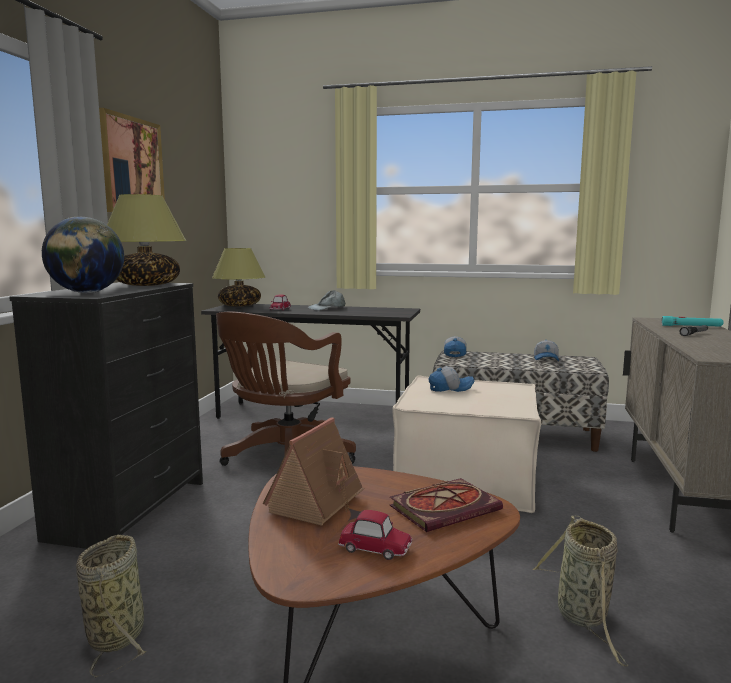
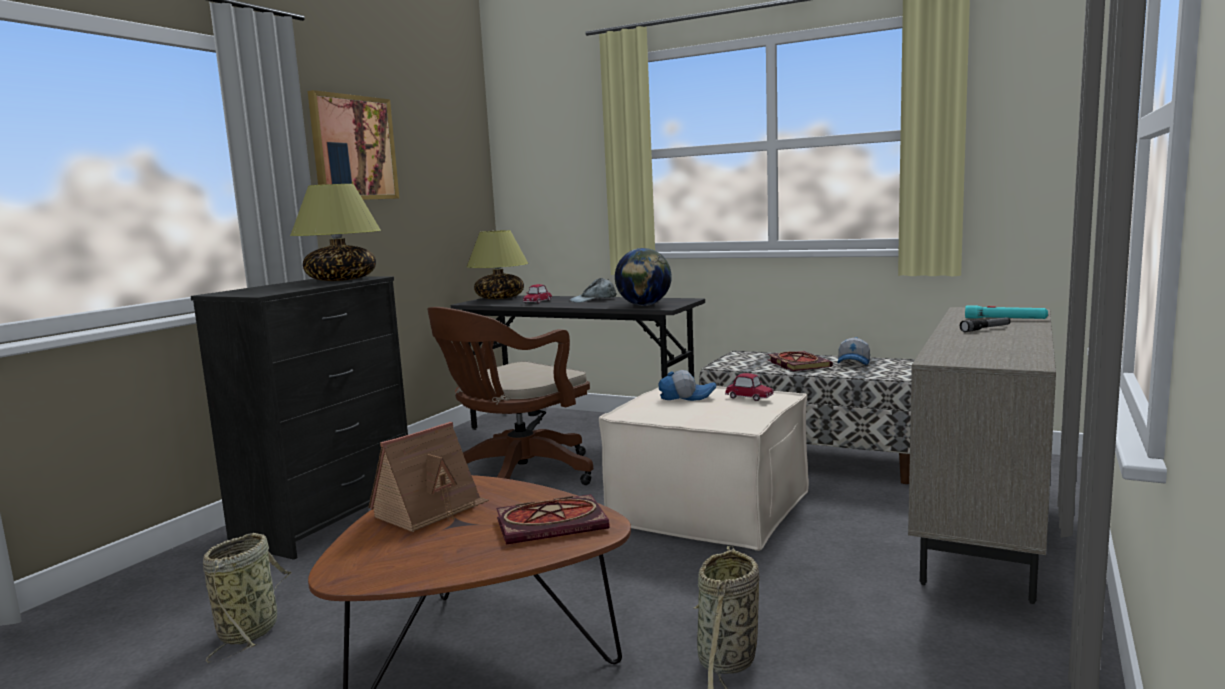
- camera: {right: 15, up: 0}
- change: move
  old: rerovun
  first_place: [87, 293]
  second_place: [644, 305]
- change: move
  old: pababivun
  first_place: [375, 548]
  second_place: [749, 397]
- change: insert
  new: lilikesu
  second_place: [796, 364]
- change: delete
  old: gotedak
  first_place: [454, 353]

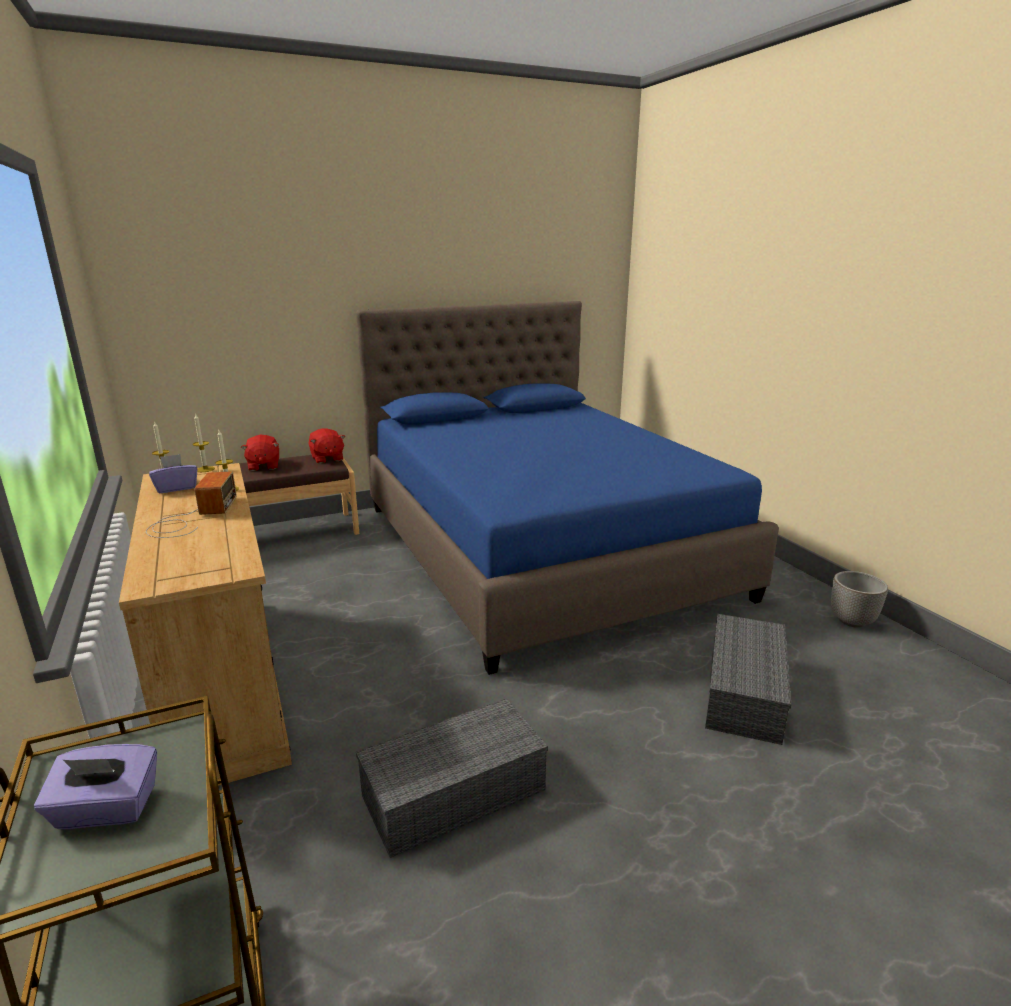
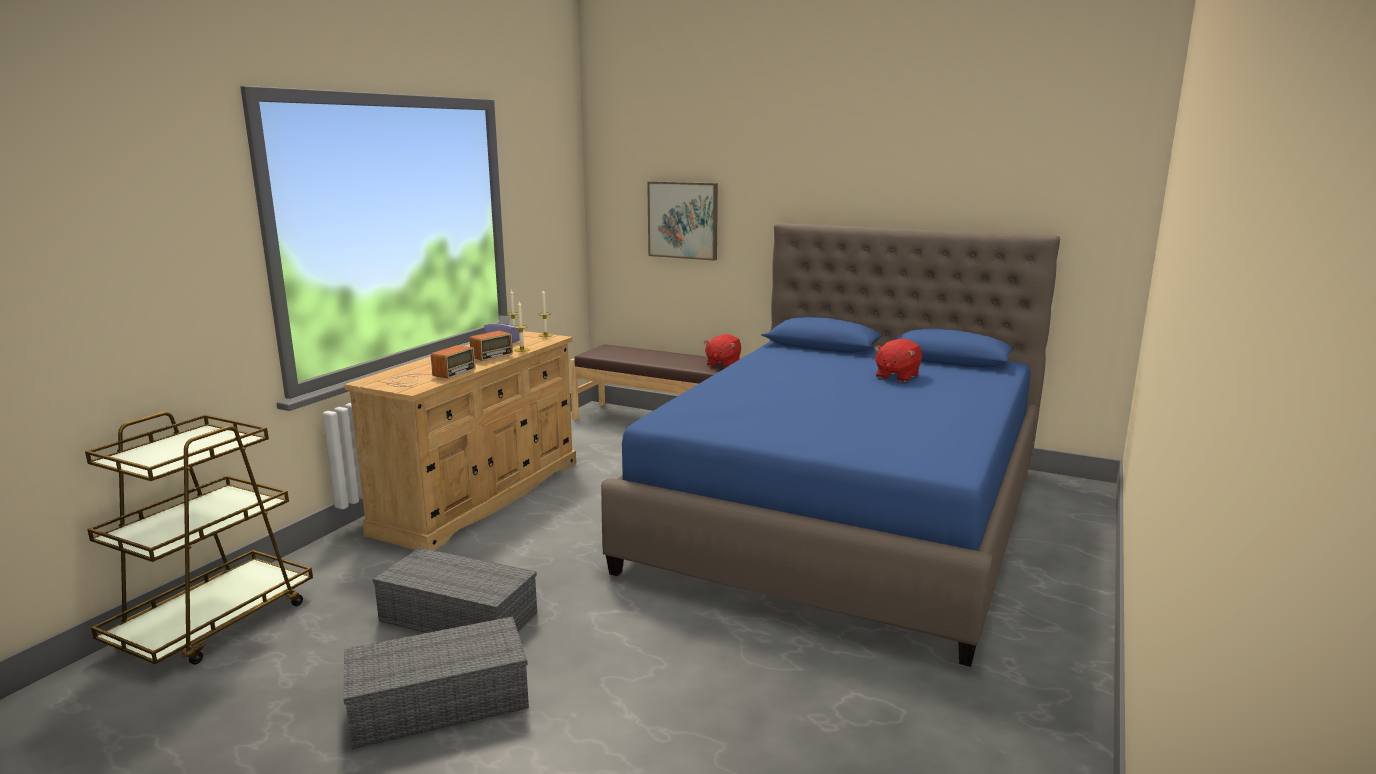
- camera: {right: 50, up: -5}
- change: move
  old: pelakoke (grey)
  first_place: [742, 690]
  second_place: [441, 700]
- change: insert
  new: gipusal
  second_place: [427, 377]
- change: insert
  new: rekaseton
  second_place: [683, 220]
- change: move
  old: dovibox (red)
  first_place: [263, 466]
  second_place: [896, 376]
- change: delete
  old: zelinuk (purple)
  first_place: [106, 810]
- change: delete
  old: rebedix
  first_place: [852, 621]

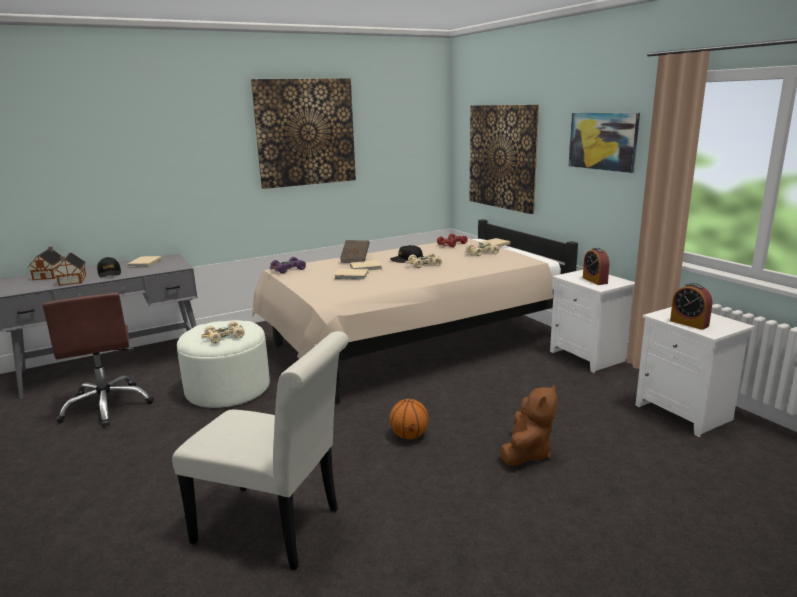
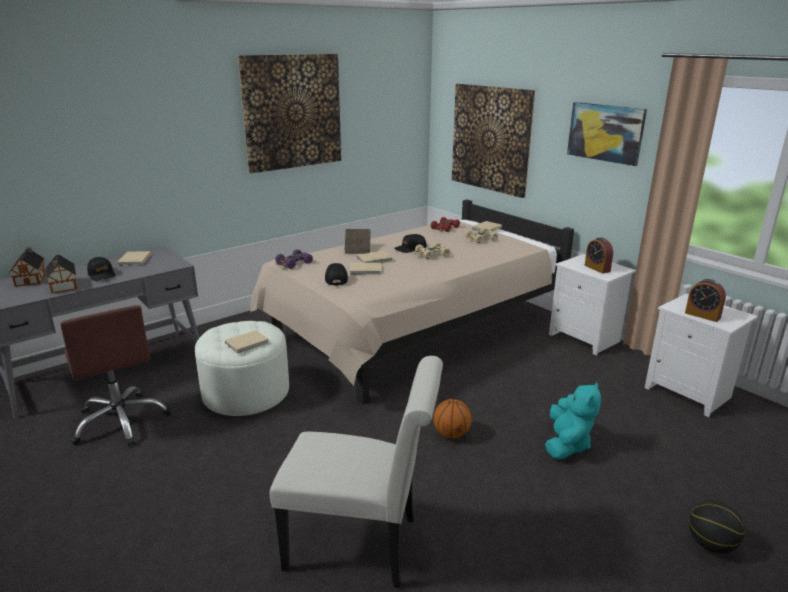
- camera: {right: -10, up: 5}
- change: replace
  old: pababivun (beige)
  new: lilikesu (beige)
  first_place: [224, 337]
  second_place: [248, 343]
- change: insert
  new: gotedak (black)
  second_place: [336, 279]
- change: recolor
  old: dovibox (brown)
  new: dovibox (turquoise)
  first_place: [527, 453]
  second_place: [567, 444]
- change: insert
  new: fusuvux
  second_place: [711, 545]

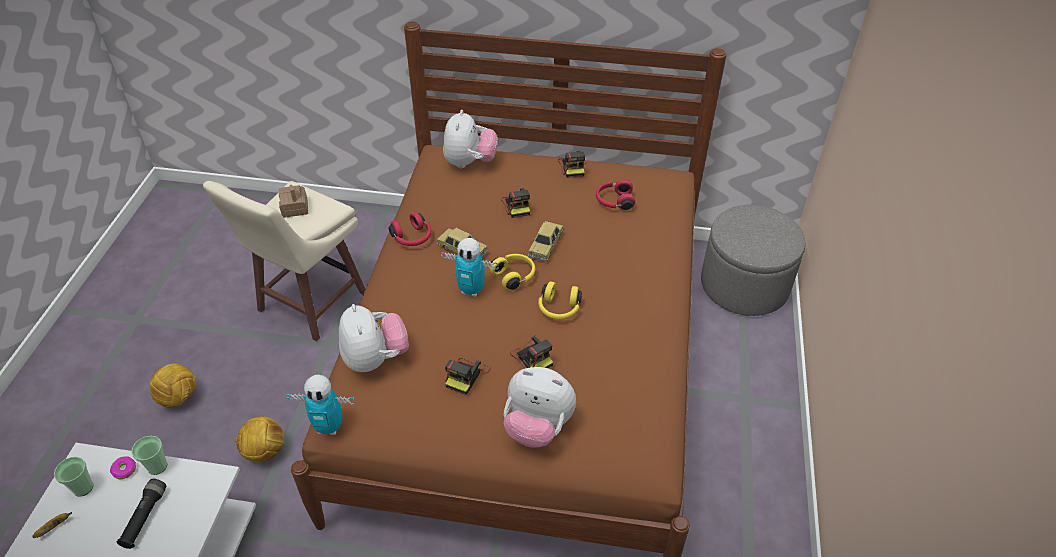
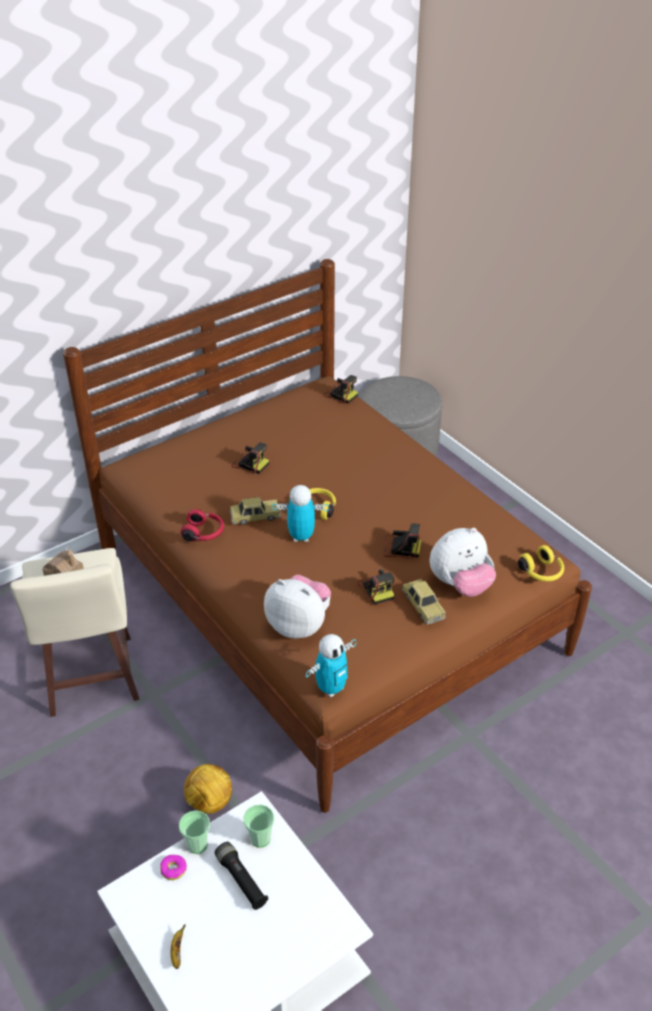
- camera: {right: -45, up: -5}
- change: move
  old: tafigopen
  first_place: [83, 488]
  second_place: [260, 838]
- change: rotate
  old: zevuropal
  first_place: [471, 290]
  second_place: [301, 537]
  degrees: -150
- change: move
  old: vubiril
  first_place: [573, 167]
  second_place: [340, 394]
- change: move
  old: pababivun
  first_place: [545, 245]
  second_place: [423, 605]
- change: move
  old: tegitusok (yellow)
  first_place: [558, 309]
  second_place: [541, 572]
- change: delete
  old: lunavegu
  first_place: [179, 397]
- change: delete
  old: dovibox
  first_place: [469, 162]
- change: delete
  old: tegitusok (red)
  first_place: [614, 201]

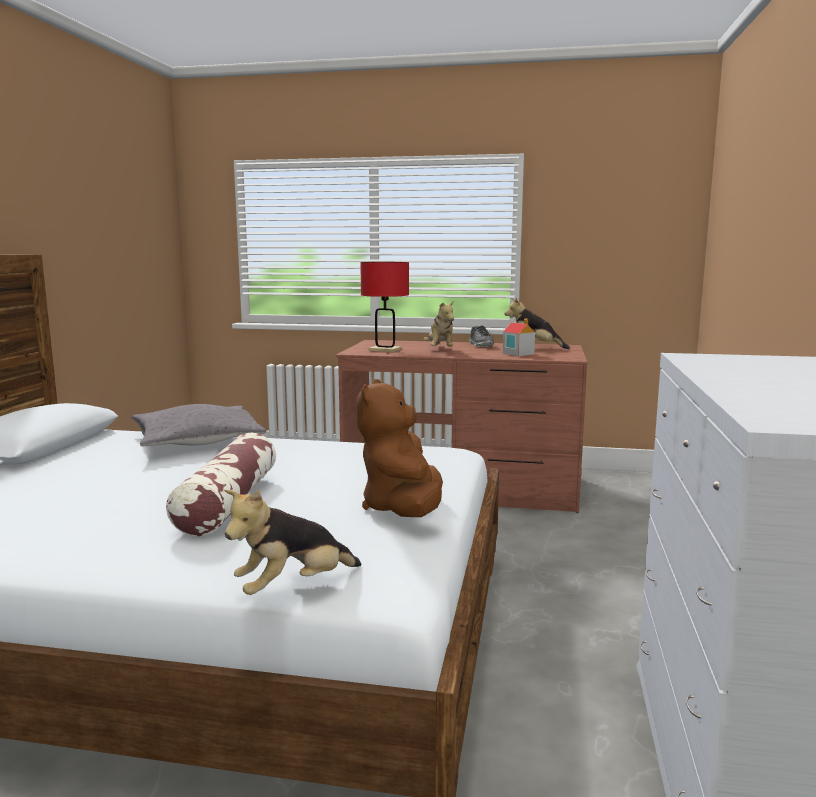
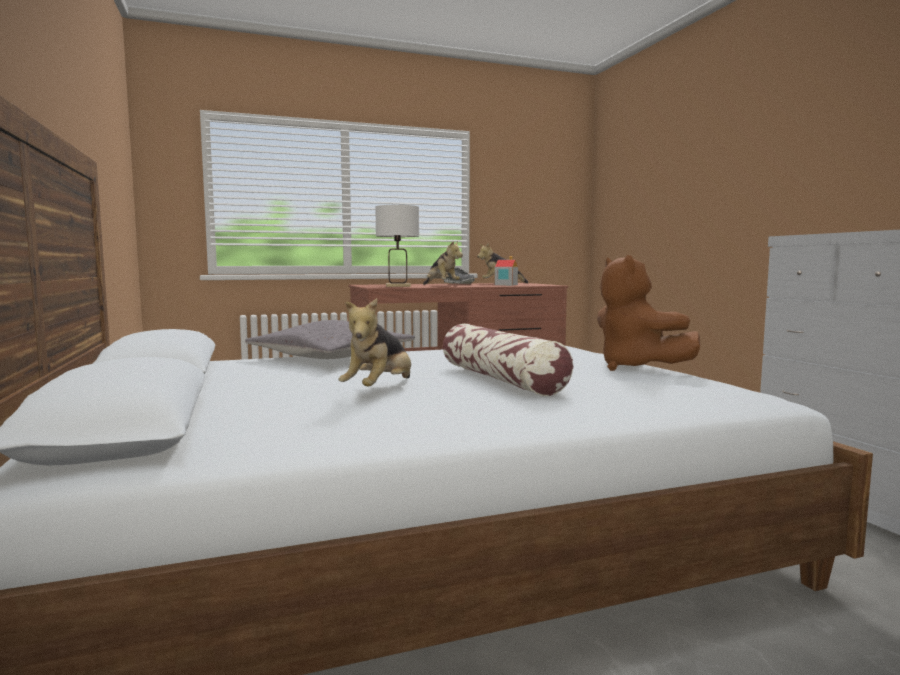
- camera: {right: -30, up: -5}
- change: move
  old: dovibox
  first_place: [293, 587]
  second_place: [379, 389]
- change: recolor
  old: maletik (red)
  new: maletik (white)
  first_place: [385, 350]
  second_place: [398, 286]

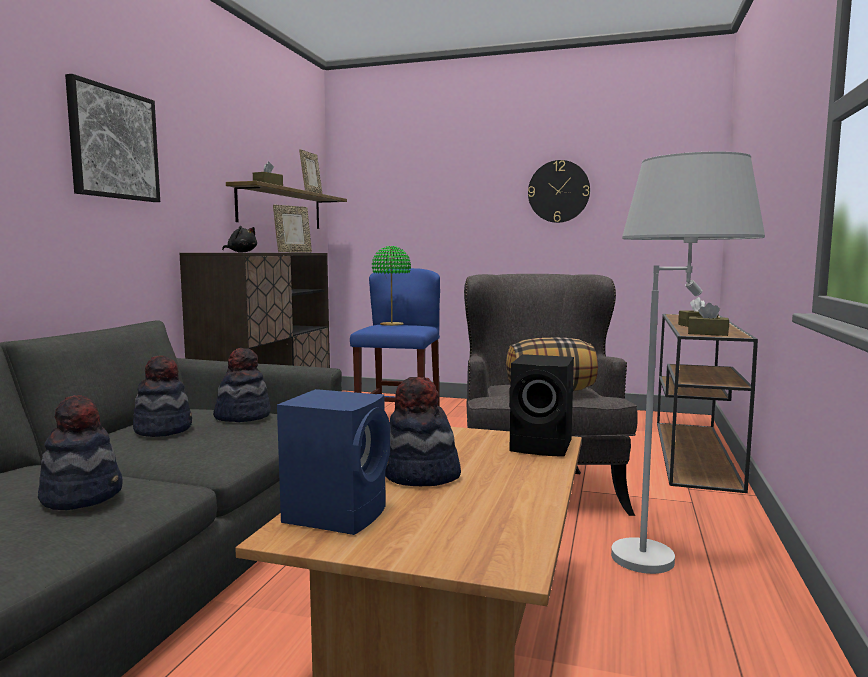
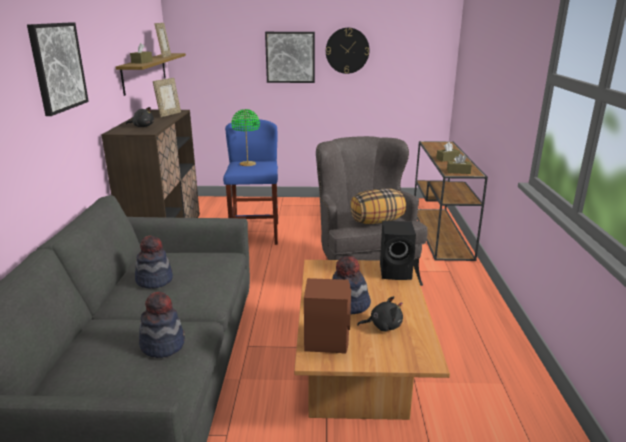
- camera: {right: -15, up: 15}
- change: insert
  new: rekaseton
  second_place: [290, 57]
- change: recolor
  old: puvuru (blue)
  new: puvuru (brown)
  first_place: [338, 514]
  second_place: [327, 340]
- change: insert
  new: dovibox (black)
  second_place: [383, 326]
- change: delete
  old: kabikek
  first_place: [243, 416]
- change: delete
  old: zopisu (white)
  first_place: [673, 555]

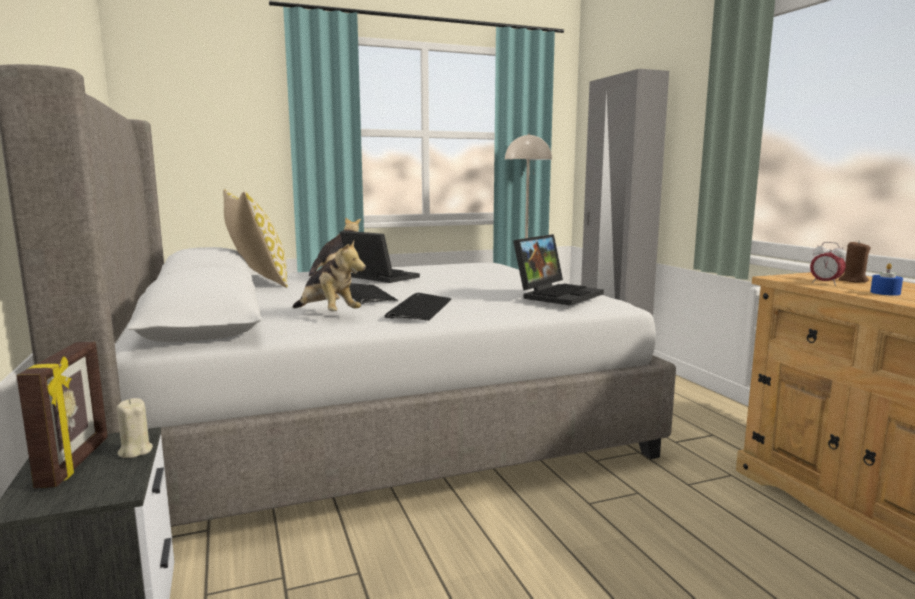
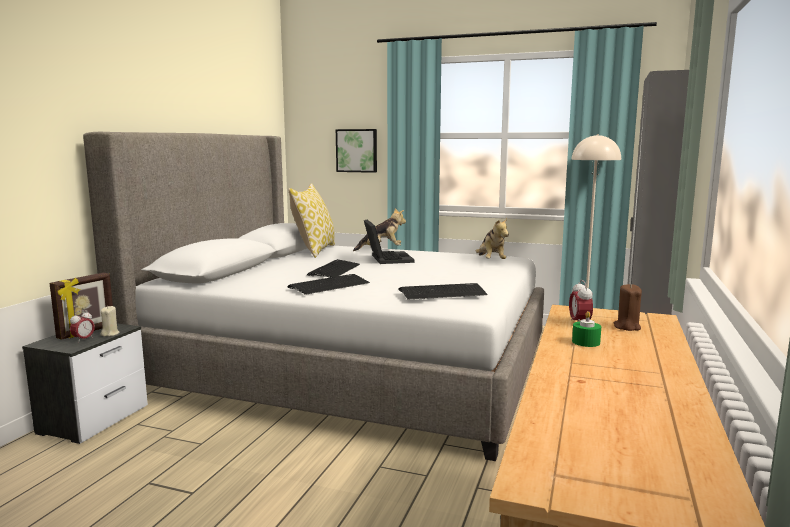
- camera: {right: 40, up: 0}
- change: insert
  new: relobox
  second_place: [83, 340]
- change: insert
  new: rekaseton
  second_place: [357, 150]
- change: replace
  old: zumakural
  new: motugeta
  first_place: [557, 295]
  second_place: [443, 293]
- change: move
  old: dovibox
  first_place: [327, 315]
  second_place: [491, 261]
- change: recolor
  old: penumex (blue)
  new: penumex (green)
  first_place: [885, 293]
  second_place: [586, 342]

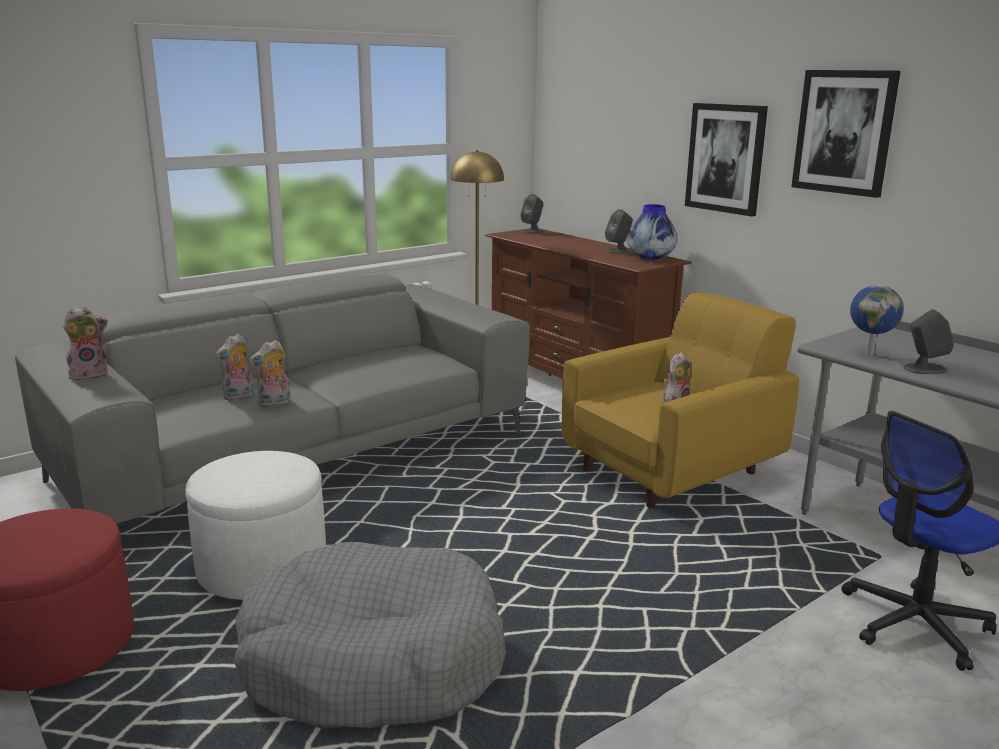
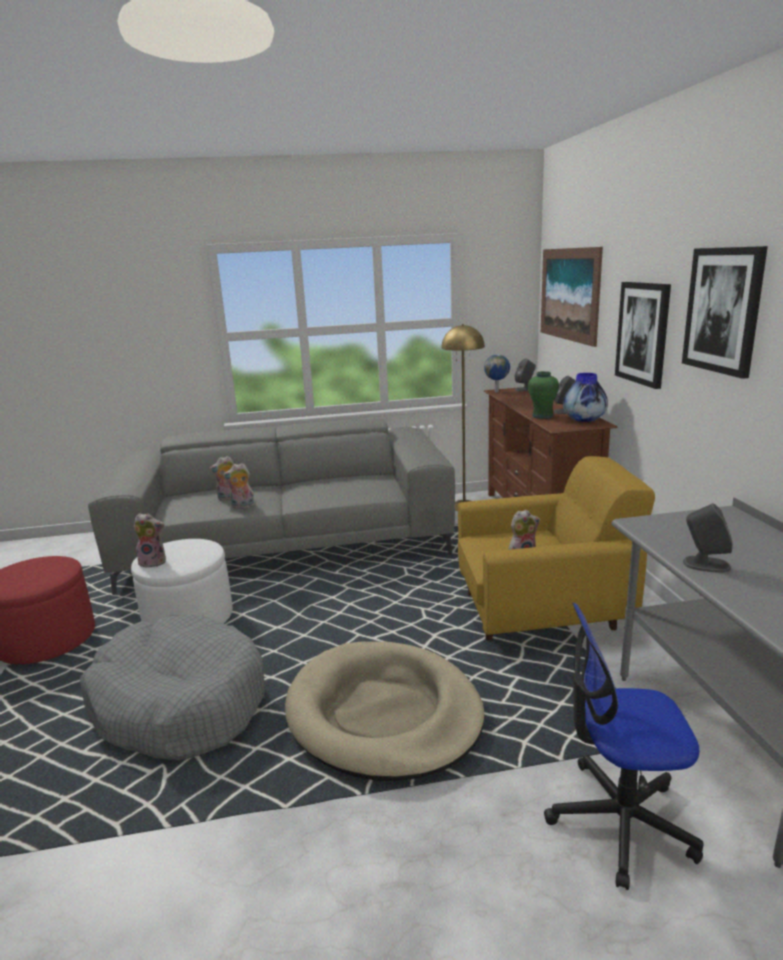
- camera: {right: 30, up: 0}
- change: move
  old: dovibox
  first_place: [90, 374]
  second_place: [154, 562]
- change: insert
  new: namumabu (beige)
  second_place: [384, 714]
- change: move
  old: rerovun
  first_place: [869, 354]
  second_place: [497, 391]
- change: insert
  new: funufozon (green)
  second_place: [542, 416]
- change: insert
  new: rekaseton
  second_place: [569, 294]

